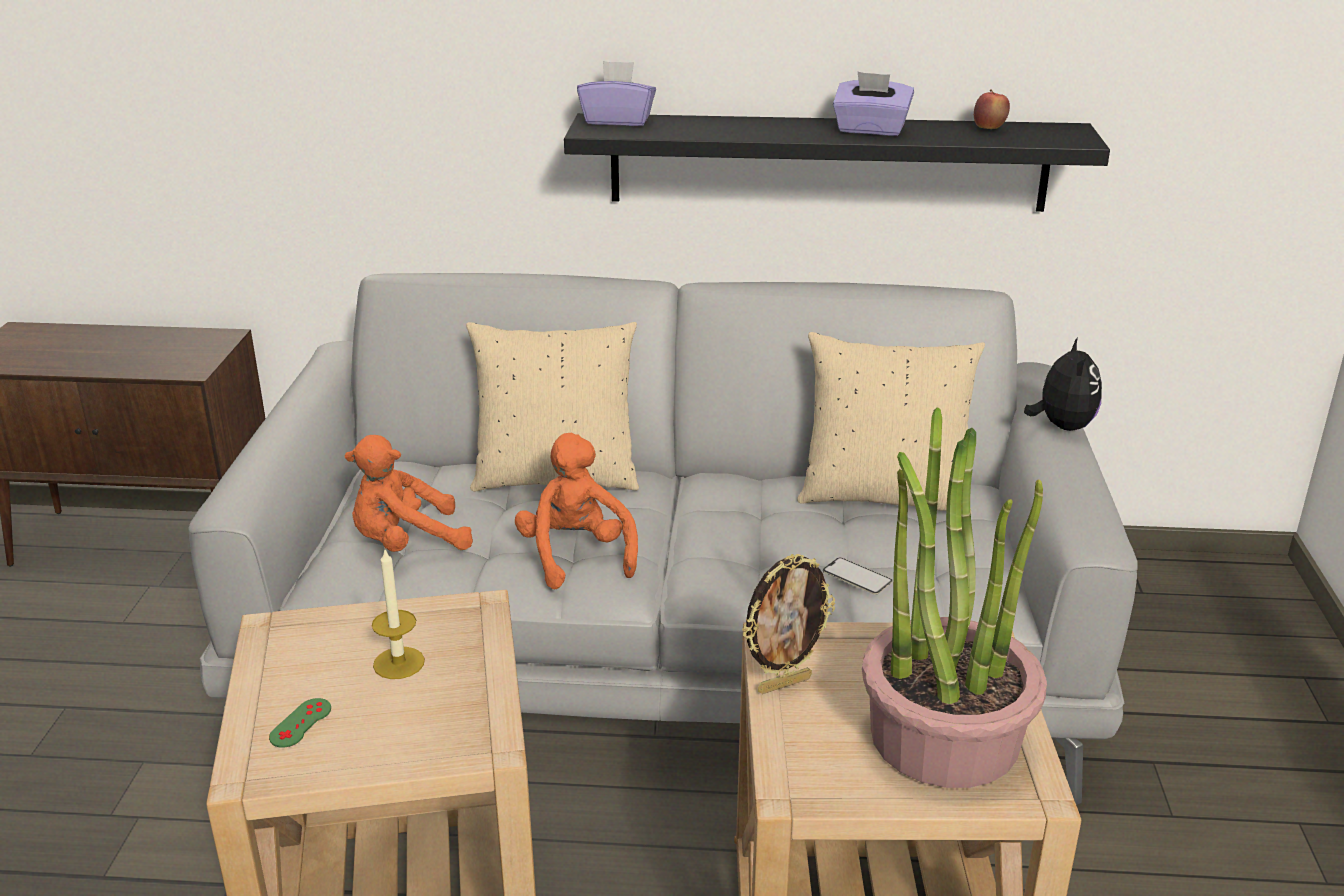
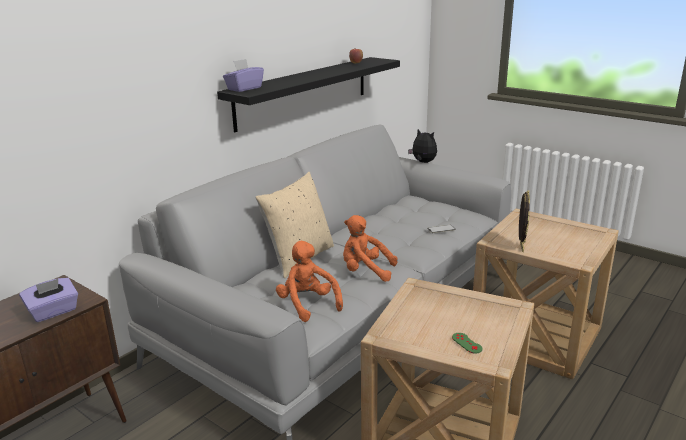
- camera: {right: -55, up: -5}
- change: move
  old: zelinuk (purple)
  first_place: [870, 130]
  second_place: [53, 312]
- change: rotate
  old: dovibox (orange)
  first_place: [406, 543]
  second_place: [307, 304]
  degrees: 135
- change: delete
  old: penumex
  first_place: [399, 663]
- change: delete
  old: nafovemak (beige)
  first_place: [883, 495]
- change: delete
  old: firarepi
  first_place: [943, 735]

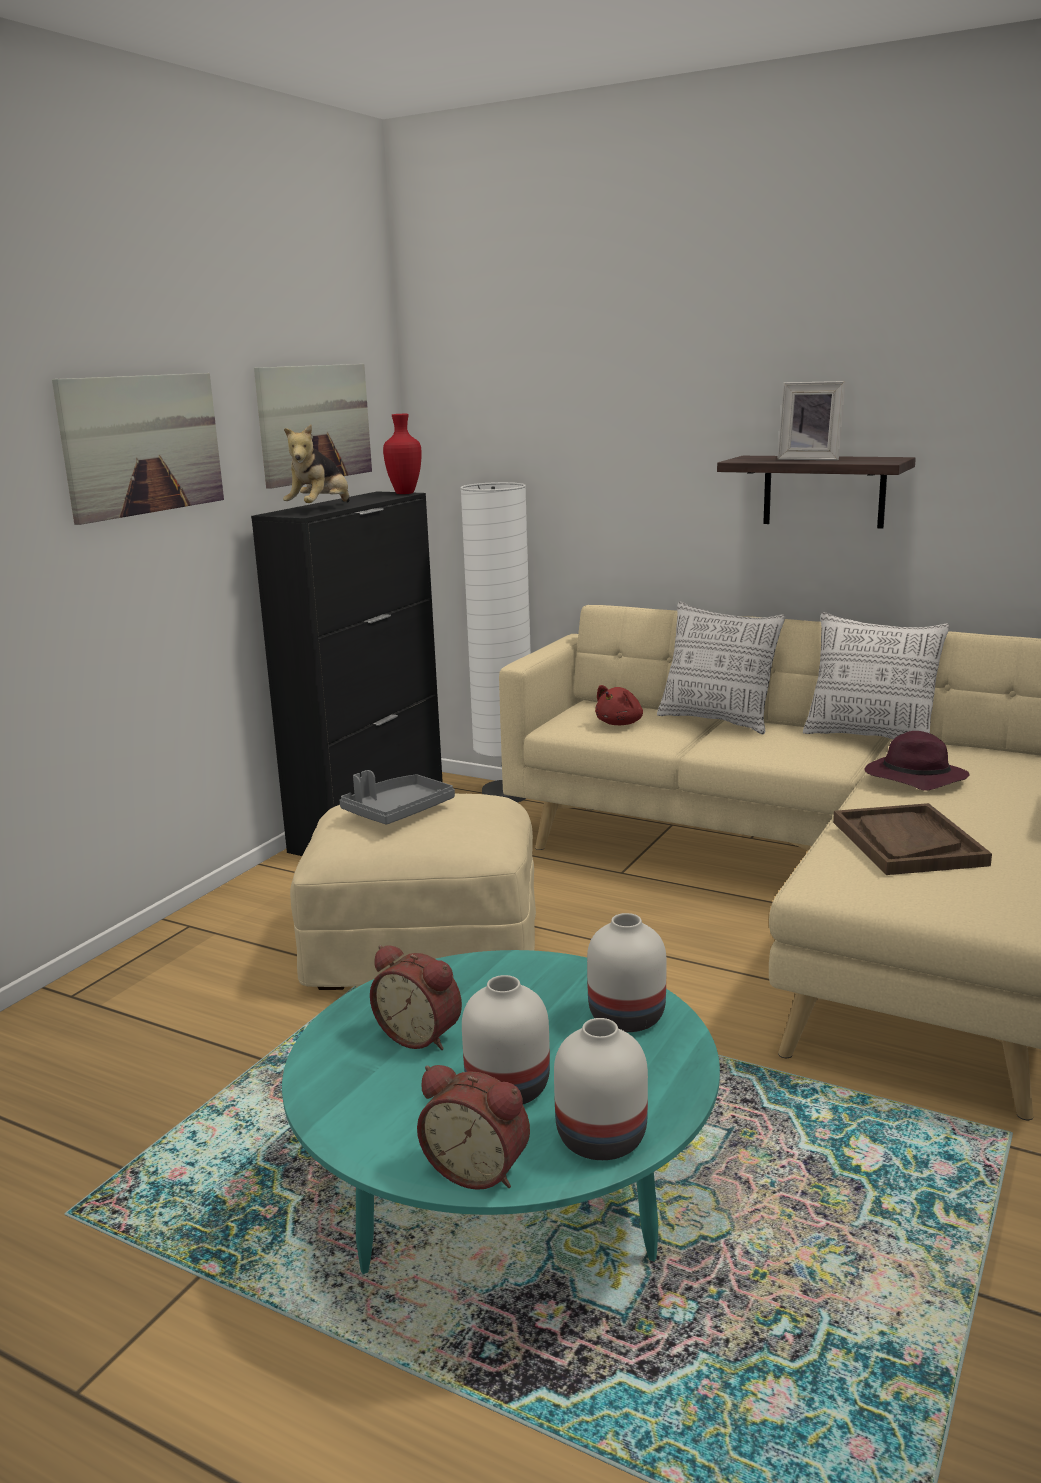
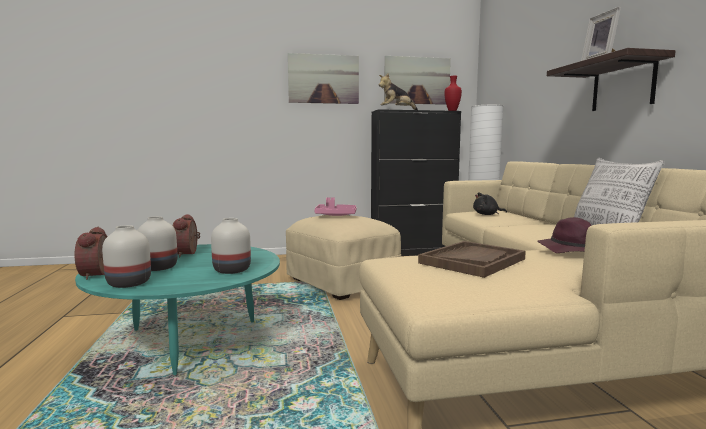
- camera: {right: 50, up: -10}
- change: recolor
  old: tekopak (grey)
  new: tekopak (pink)
  first_place: [397, 811]
  second_place: [335, 215]
- change: recolor
  old: dovibox (red)
  new: dovibox (black)
  first_place: [620, 723]
  second_place: [487, 214]
- change: delete
  old: nafovemak
  first_place: [717, 721]

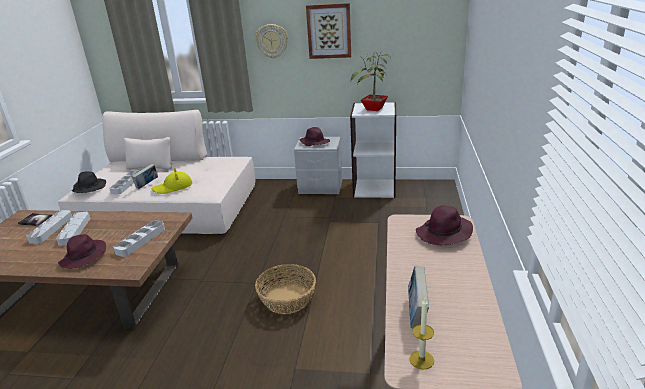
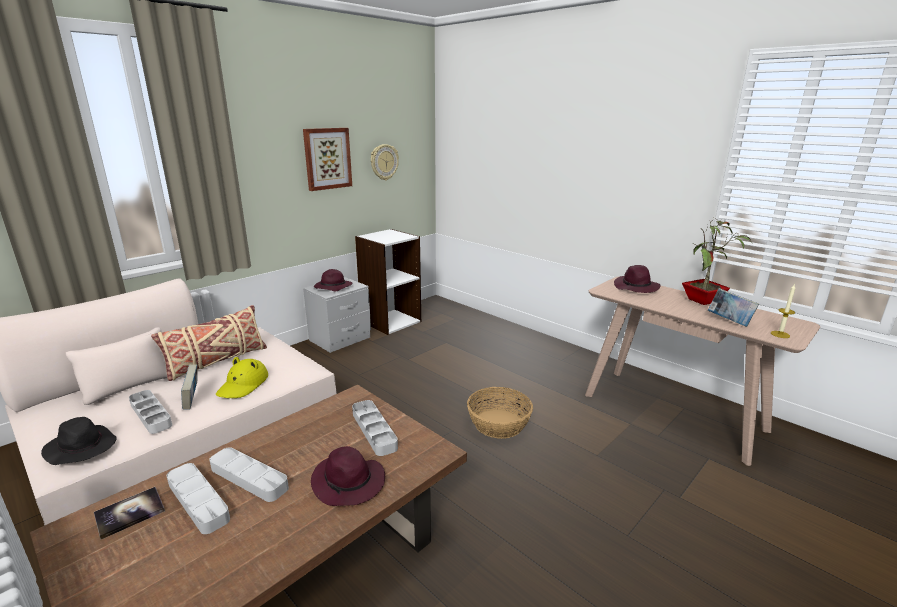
- camera: {right: -55, up: -5}
- change: insert
  new: nafovemak (beige)
  second_place: [217, 362]
- change: move
  old: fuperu
  first_place: [272, 41]
  second_place: [384, 162]
- change: move
  old: firarepi
  first_place: [374, 109]
  second_place: [703, 301]

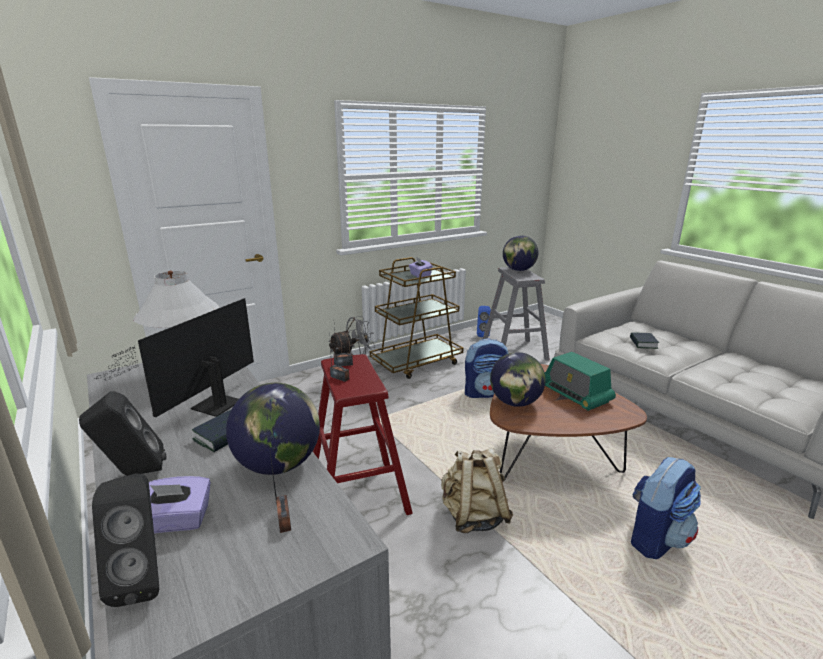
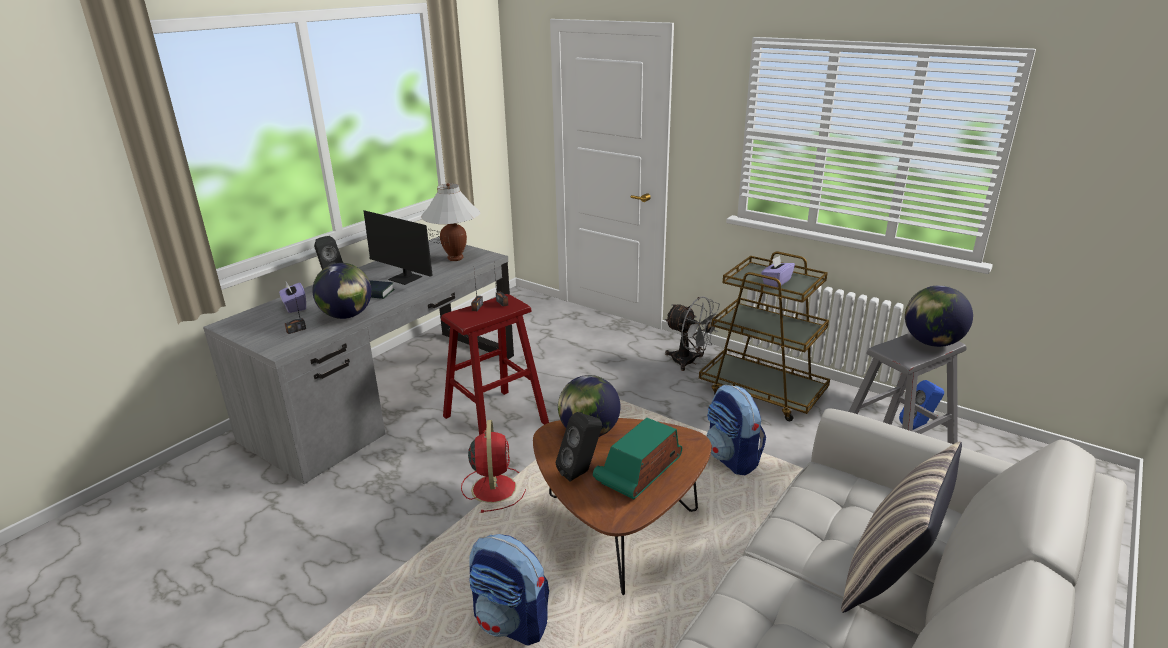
- camera: {right: 70, up: 5}
- change: rotate
  old: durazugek
  first_place: [210, 407]
  second_place: [407, 279]
  degrees: -150
- change: replace
  old: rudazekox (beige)
  new: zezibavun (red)
  first_place: [473, 516]
  second_place: [494, 487]
- change: move
  old: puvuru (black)
  first_place: [145, 578]
  second_place: [581, 472]
- change: insert
  new: nafovemak
  second_place: [889, 577]
- change: delete
  old: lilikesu
  first_place: [643, 343]

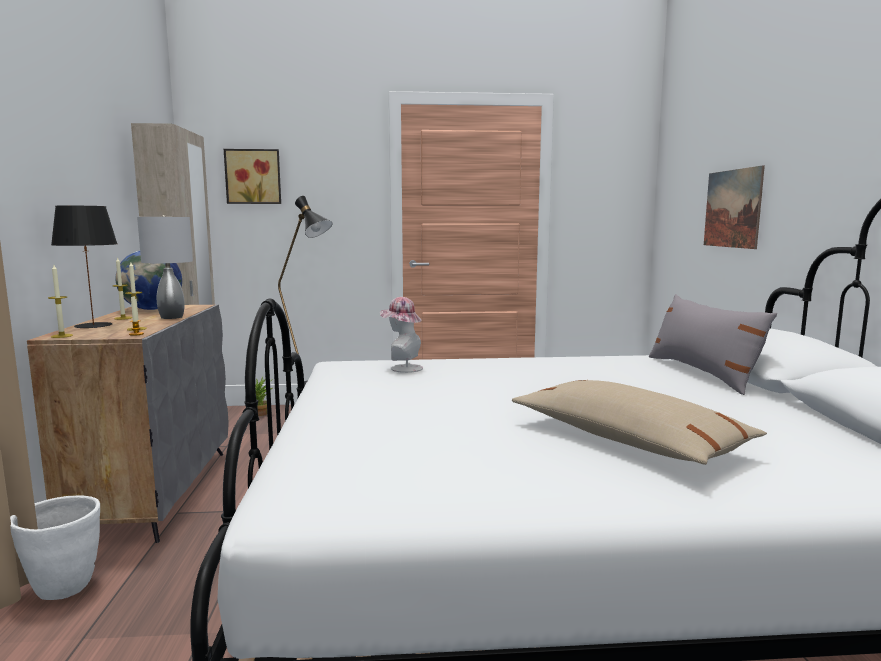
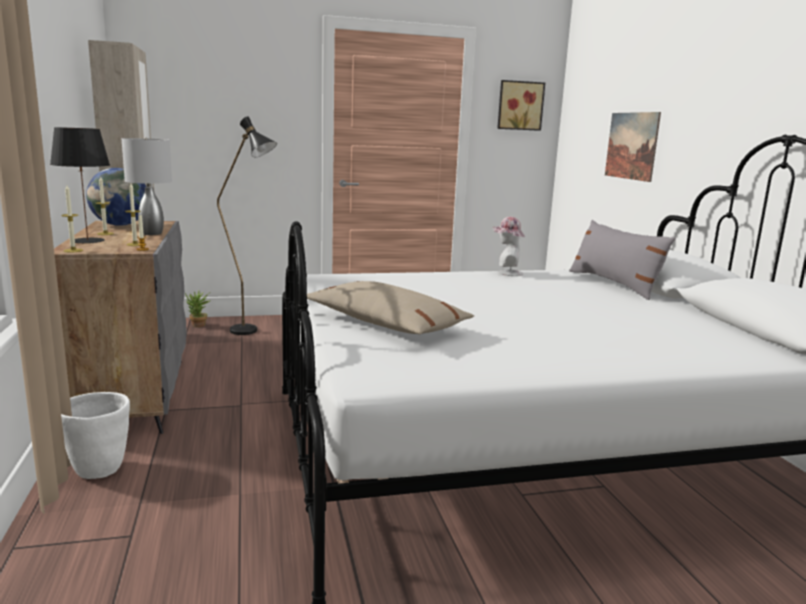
- camera: {right: -10, up: 5}
- change: move
  old: nafovemak (beige)
  first_place: [627, 440]
  second_place: [385, 324]
- change: move
  old: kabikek
  first_place: [402, 368]
  second_place: [506, 273]
- change: move
  old: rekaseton
  first_place: [253, 177]
  second_place: [519, 105]

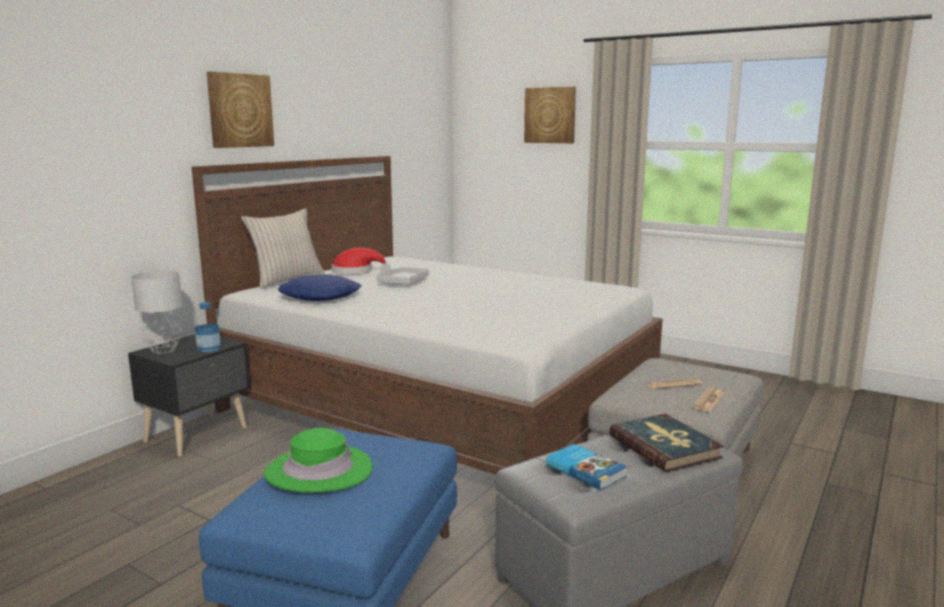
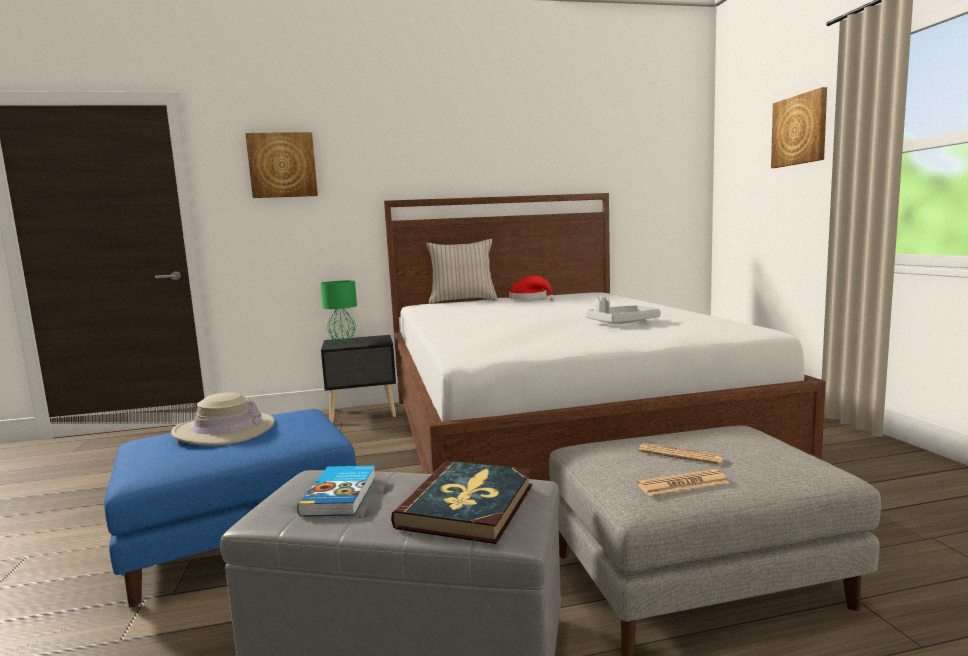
- camera: {right: 45, up: -5}
- change: recolor
  old: kabikek (green)
  new: kabikek (beige)
  first_place: [318, 471]
  second_place: [224, 430]
- change: move
  old: rekaseton
  first_place: [240, 110]
  second_place: [282, 165]
- change: recolor
  old: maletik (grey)
  new: maletik (green)
  first_place: [164, 350]
  second_place: [342, 341]
- change: move
  old: tekopak (grey)
  first_place: [403, 282]
  second_place: [622, 323]
- change: delete
  old: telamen
  first_place: [209, 348]
- change: delete
  old: nafovemak (blue)
  first_place: [321, 296]

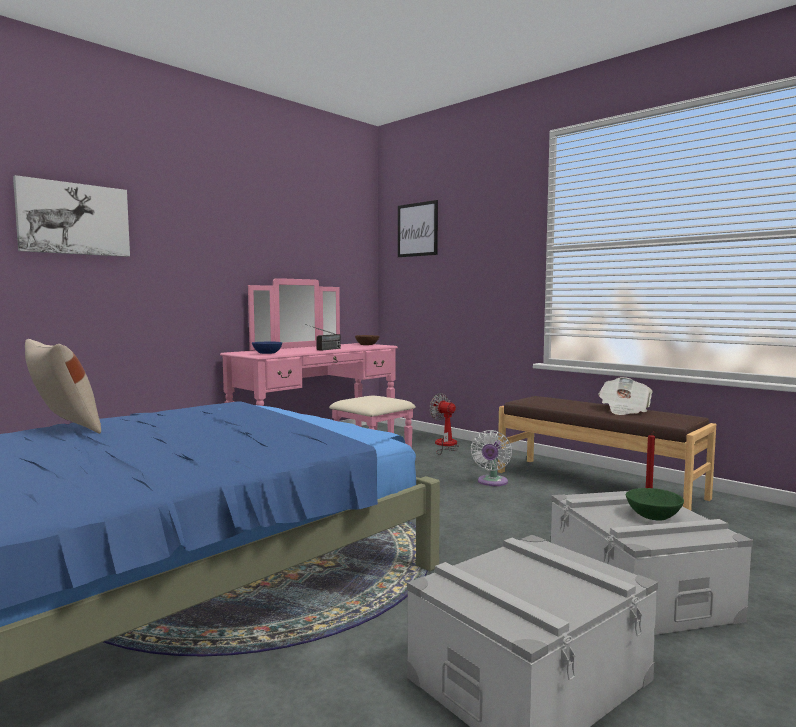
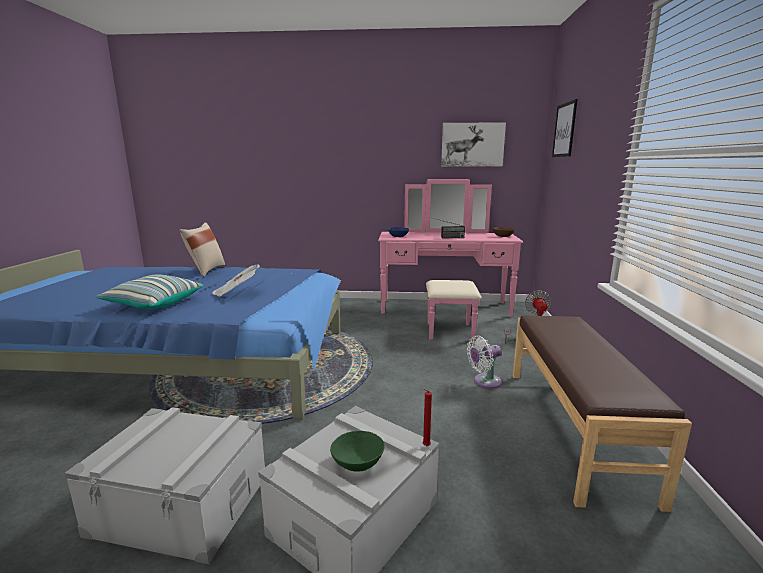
- camera: {right: 50, up: 10}
- change: insert
  new: nafovemak
  second_place: [153, 304]
- change: move
  old: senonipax
  first_place: [624, 410]
  second_place: [236, 292]
- change: move
  old: rekaseton
  first_place: [74, 219]
  second_place: [472, 145]

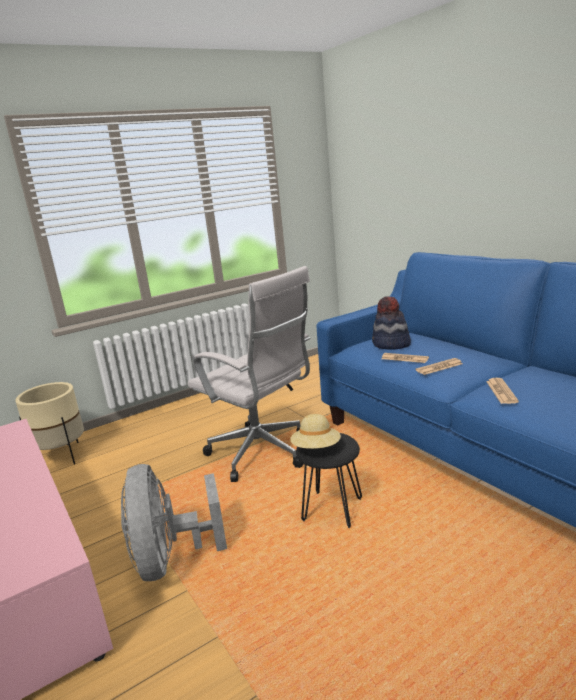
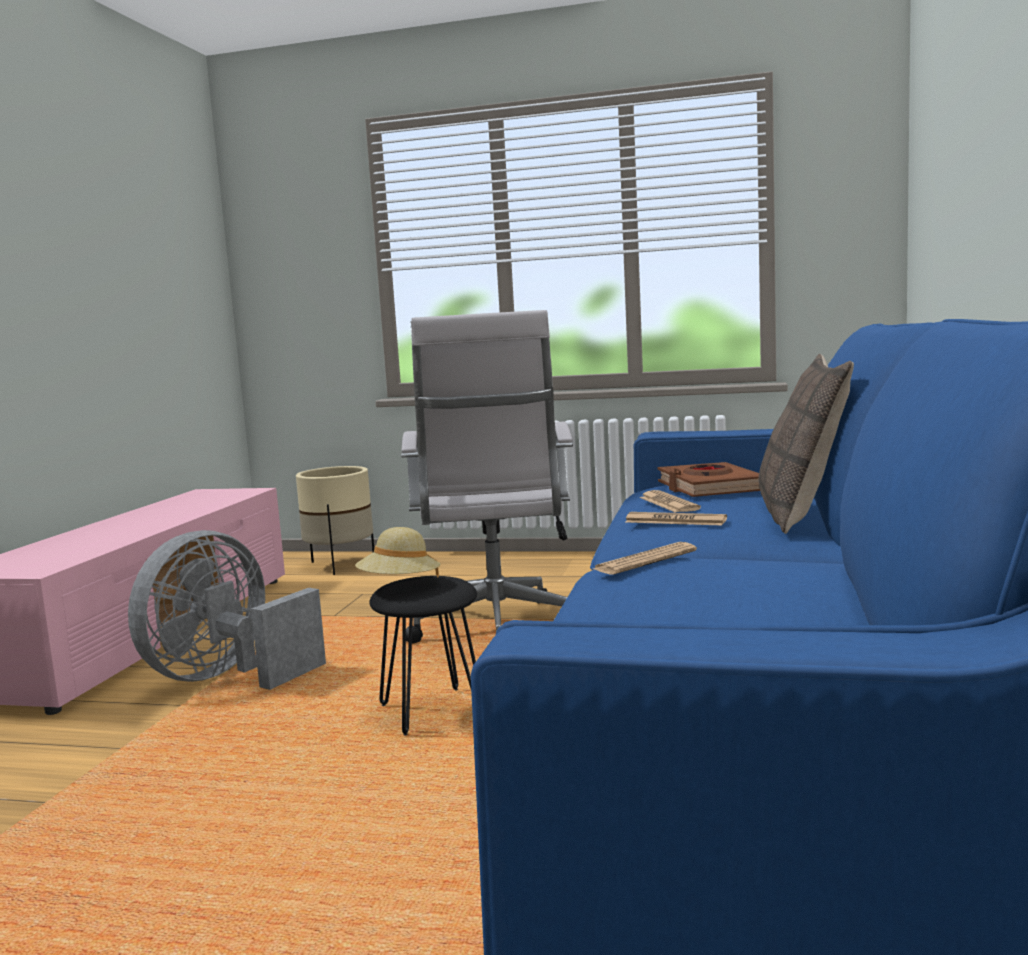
- camera: {right: 45, up: -10}
- change: replace
  old: kabikek
  new: lilikesu (brown)
  first_place: [391, 344]
  second_place: [710, 488]
- change: insert
  new: nafovemak
  second_place: [801, 515]

